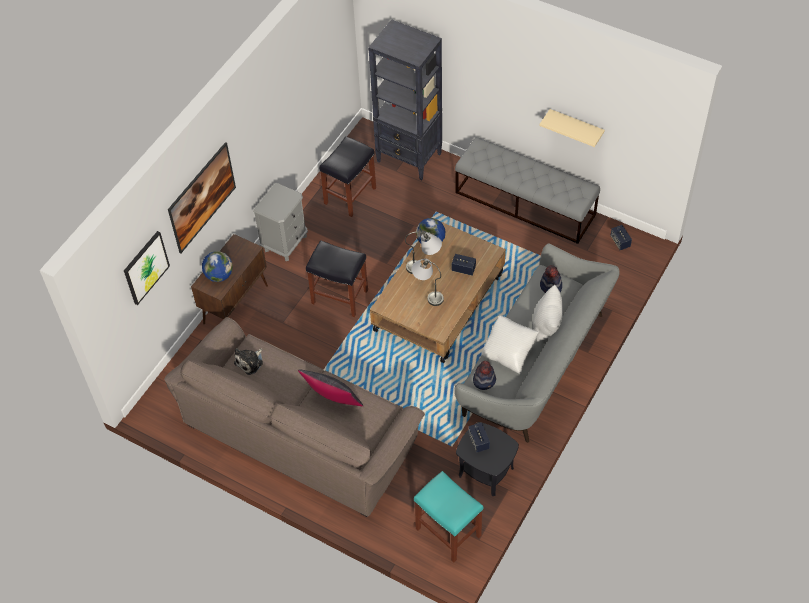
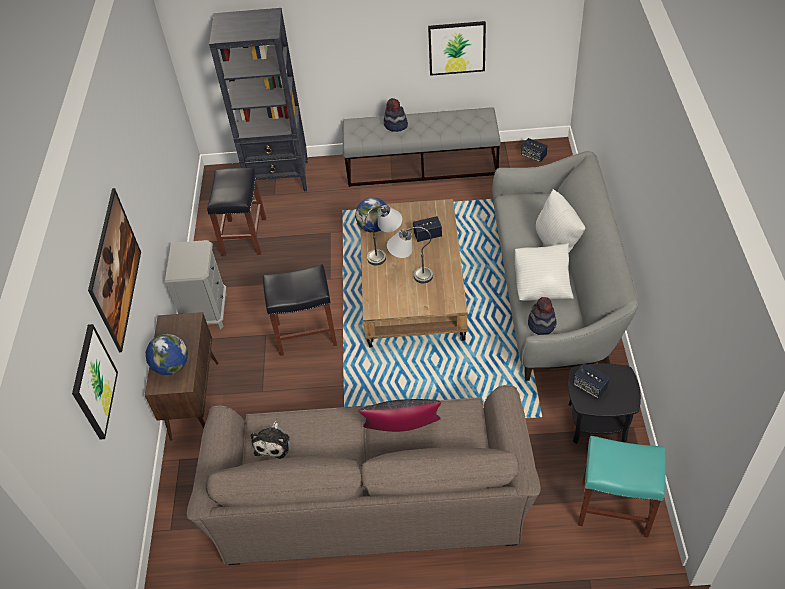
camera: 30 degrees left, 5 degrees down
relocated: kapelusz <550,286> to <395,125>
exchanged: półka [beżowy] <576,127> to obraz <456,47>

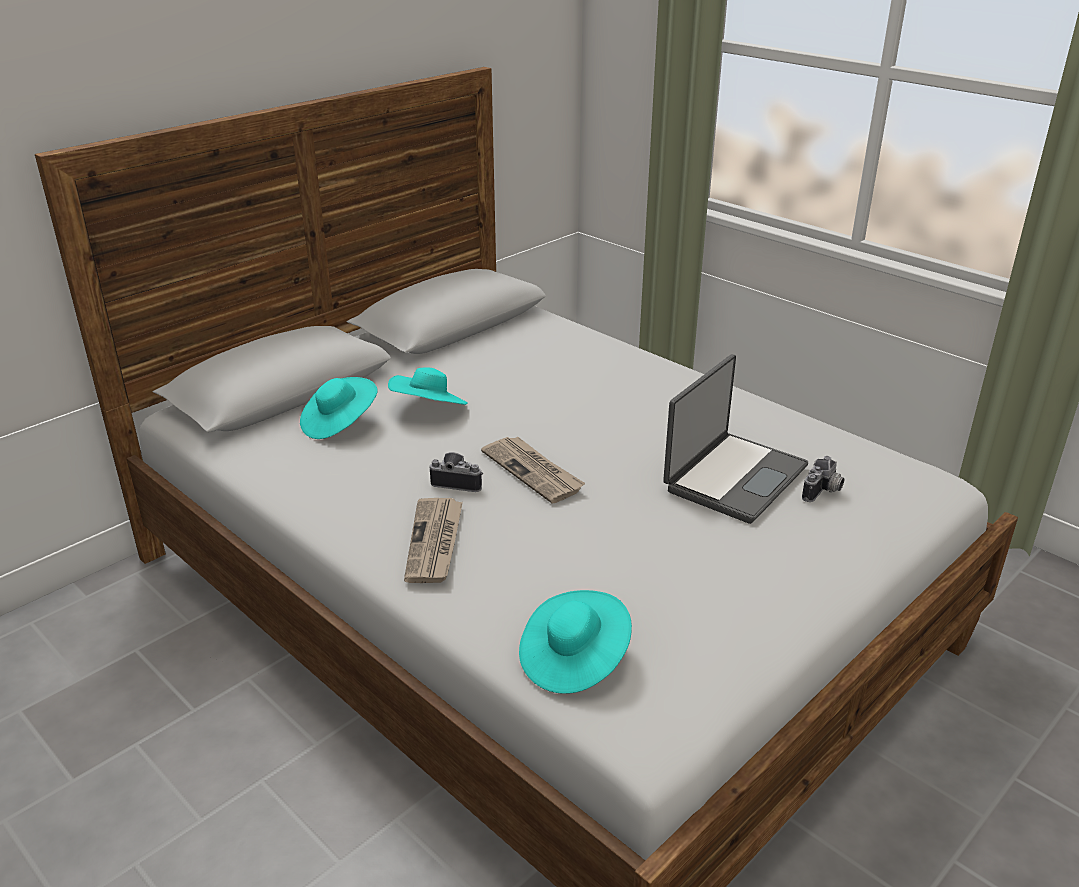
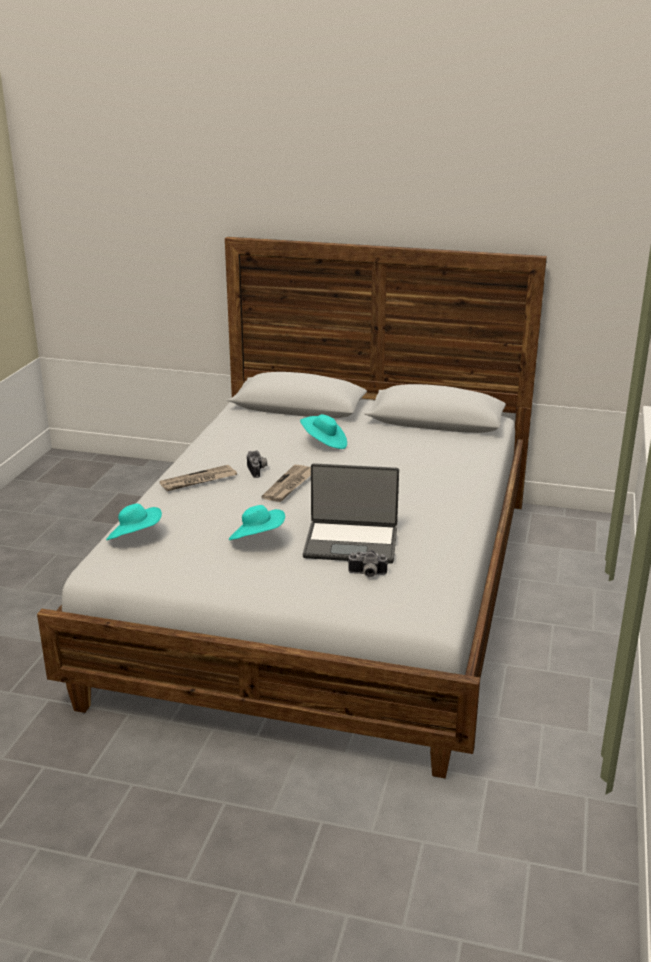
camera: 60 degrees right, 5 degrees down
relocated: kapelusz [turkusowy] <339,424> to <257,539>

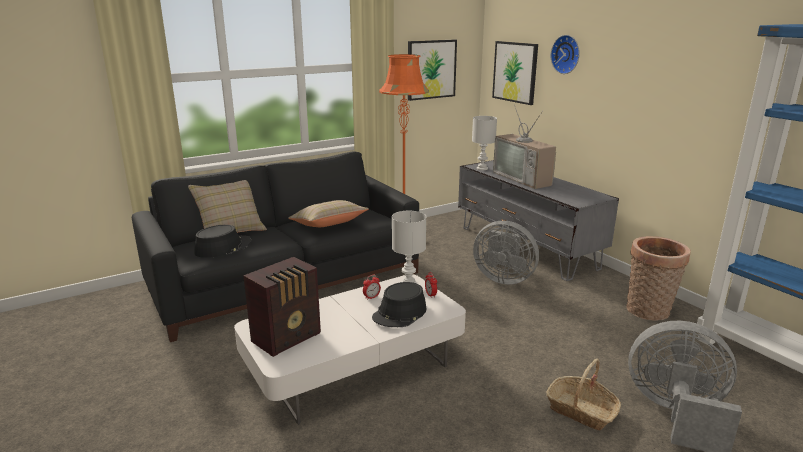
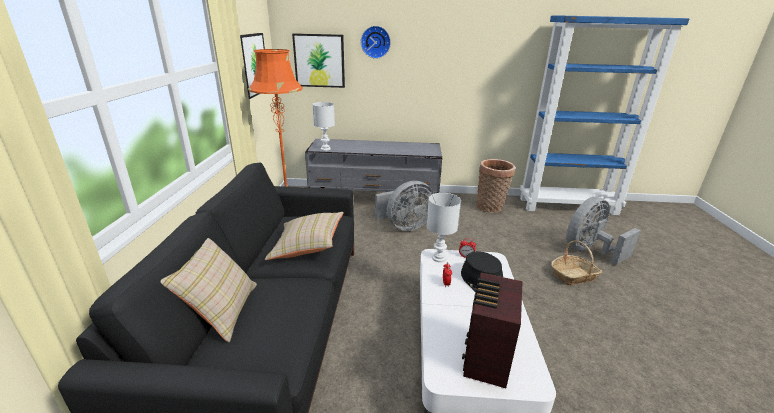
camera: 55 degrees left, 5 degrees up
missing: kapelusz [czarny] <223,247>; telewizor <525,178>
spun: radio <288,337> = <485,359> 150 degrees counterclockwise

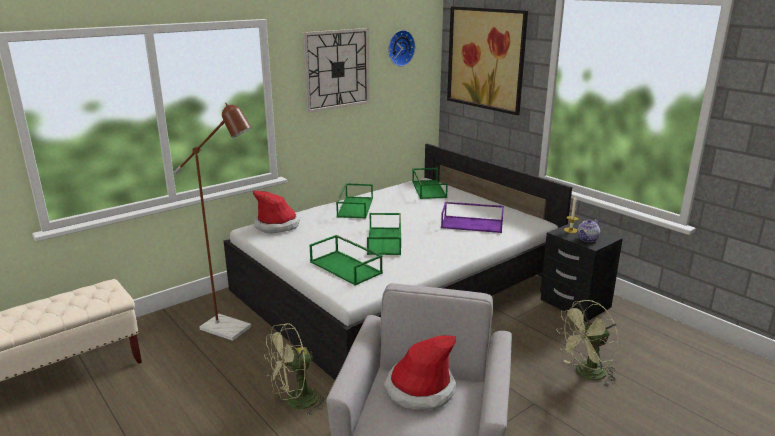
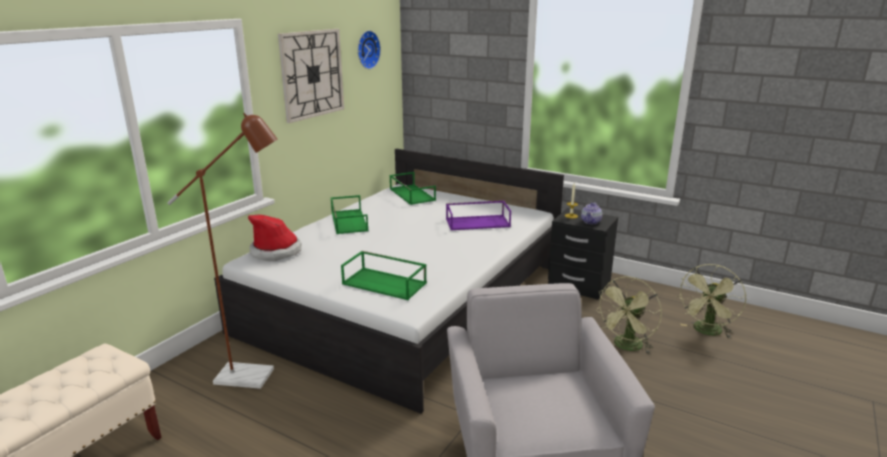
camera: 20 degrees left, 0 degrees up
missing: taca [zielony] <385,241>; kapelusz <420,389>; obraz <486,58>
relocated: wentylator [zielony] <295,402> to <706,332>

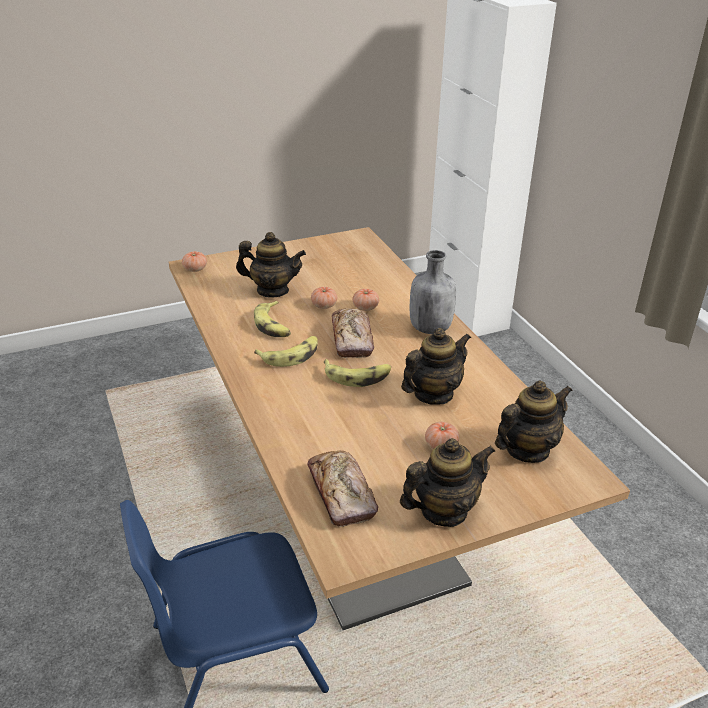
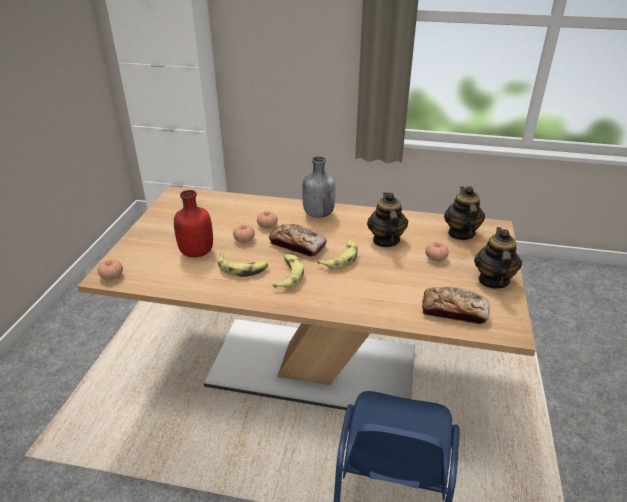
camera: 55 degrees left, 0 degrees up
exchanged: imbryk <272,290> to butelka [czerwony] <196,252>

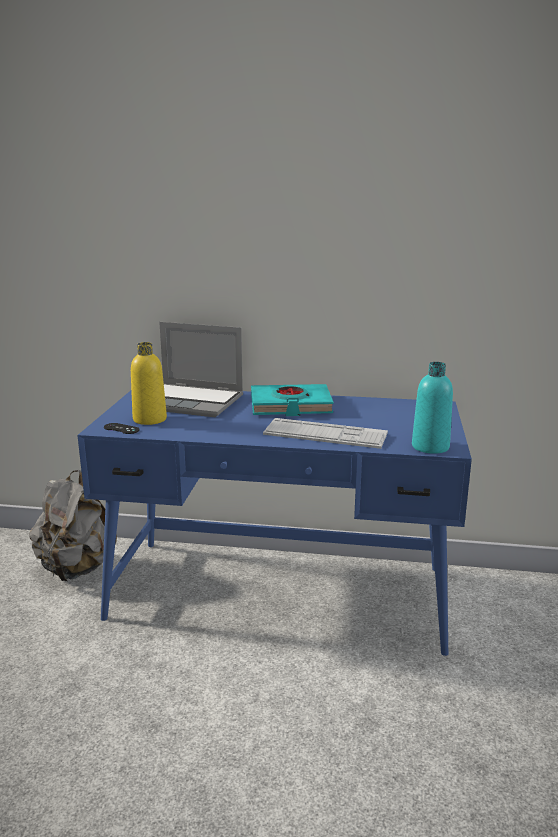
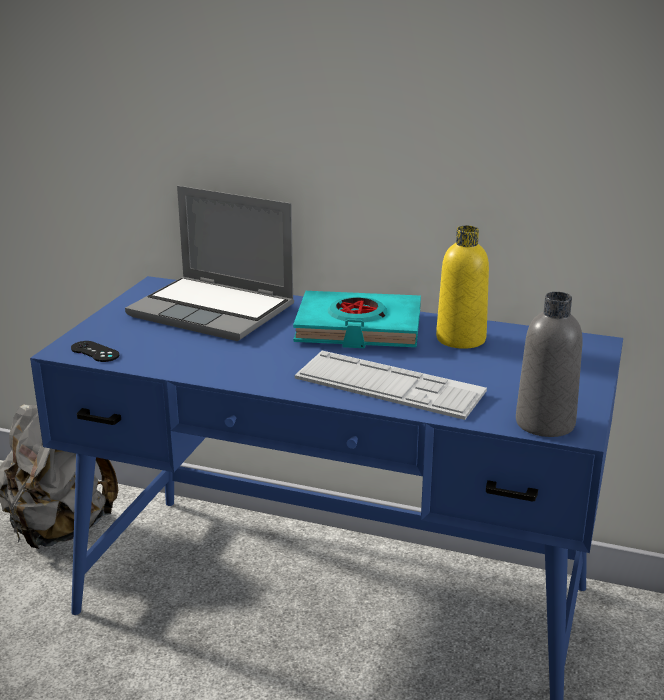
camera: 10 degrees right, 5 degrees up
relocated: butelka [żółty] <150,419> to <460,339>
colour: butelka [turkusowy] <430,447> to butelka [szary] <545,423>

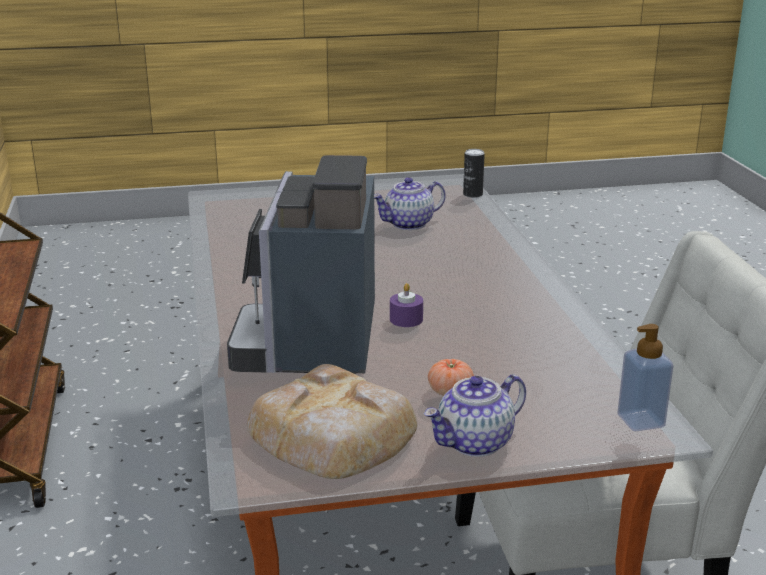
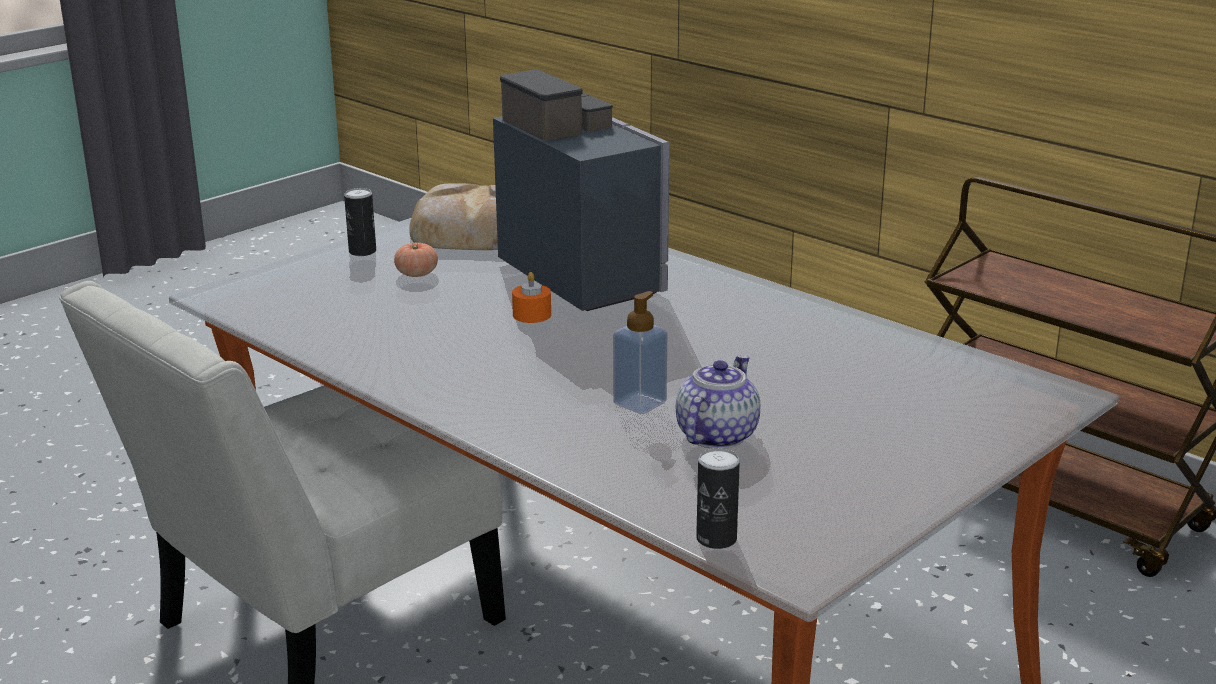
camera: 145 degrees right, 0 degrees up
relocated: dozownik mydła <640,421> to <640,403>
exchanged: imbryk <475,443> to puszka <362,251>
colour: świeca [fioletowy] <406,319> to świeca [pomarańczowy] <532,315>

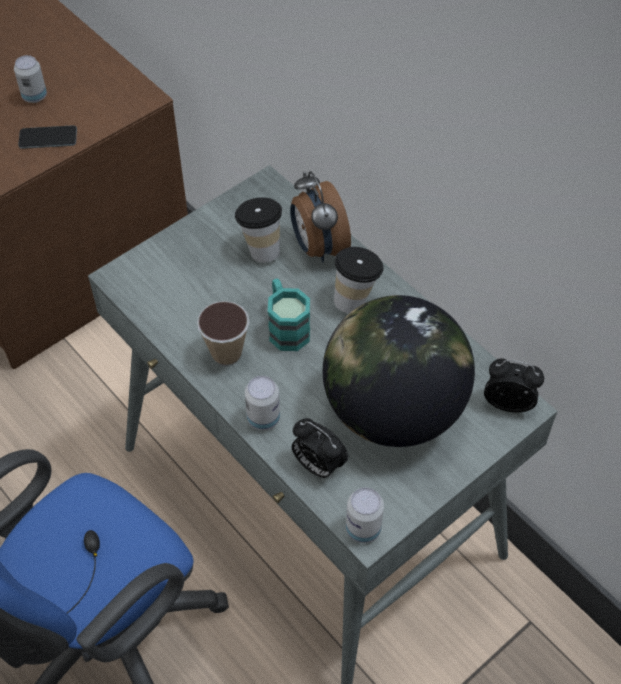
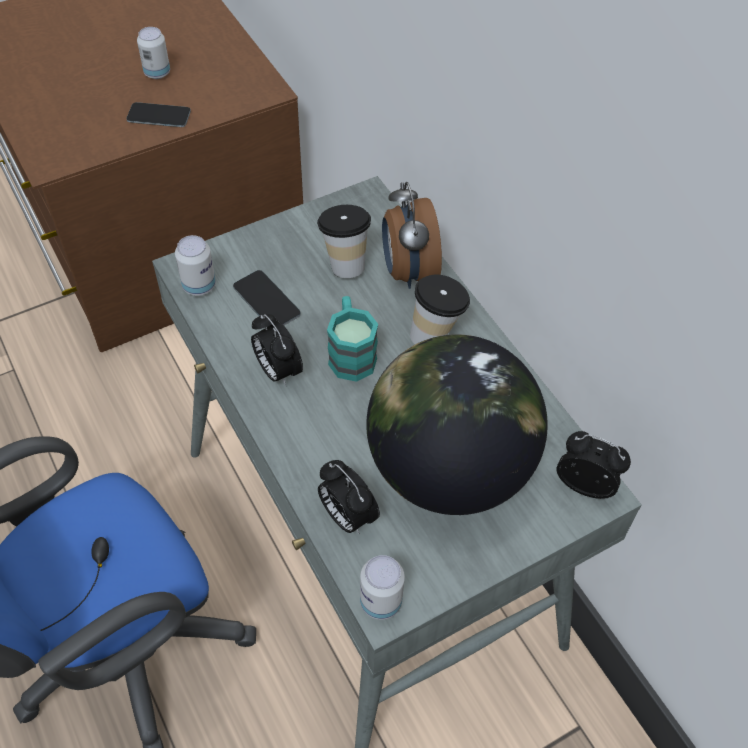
camera: 10 degrees right, 0 degrees up
appeared: telefon <266,300>
relocated: puszka <263,418> to <199,286>
exchanged: filiżanka <226,353> to budzik <277,370>

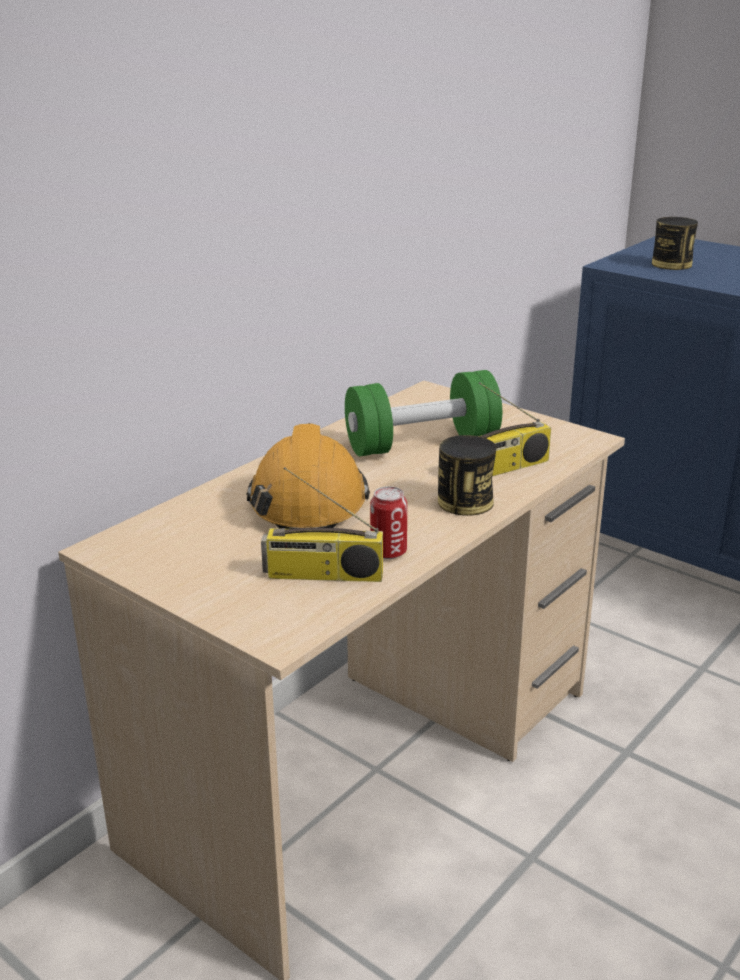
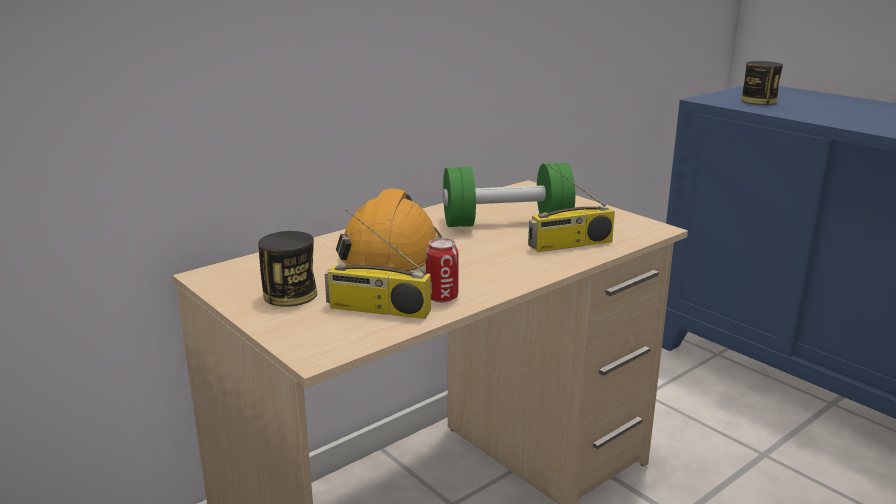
camera: 10 degrees right, 5 degrees down
relocated: puszka <465,502> to <290,294>

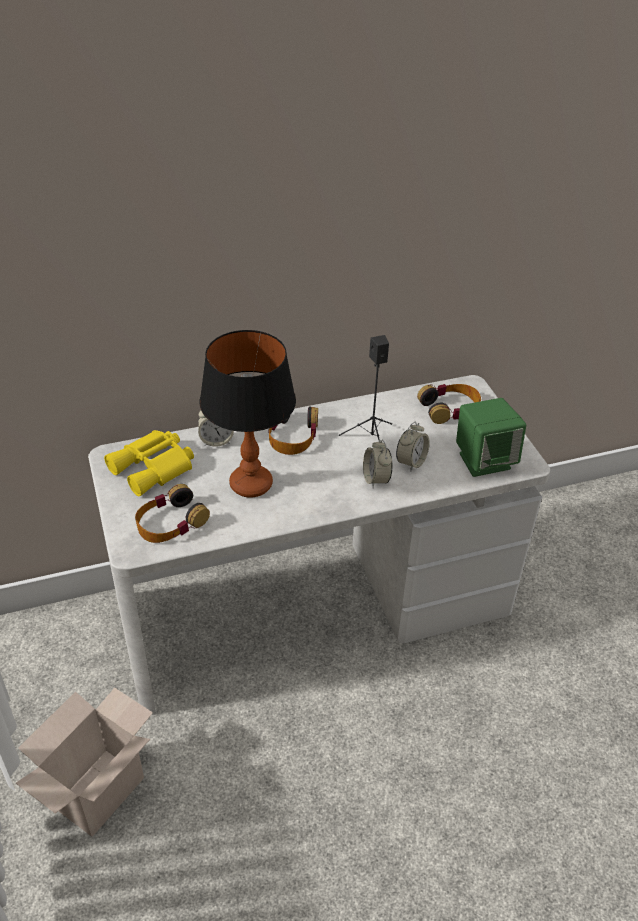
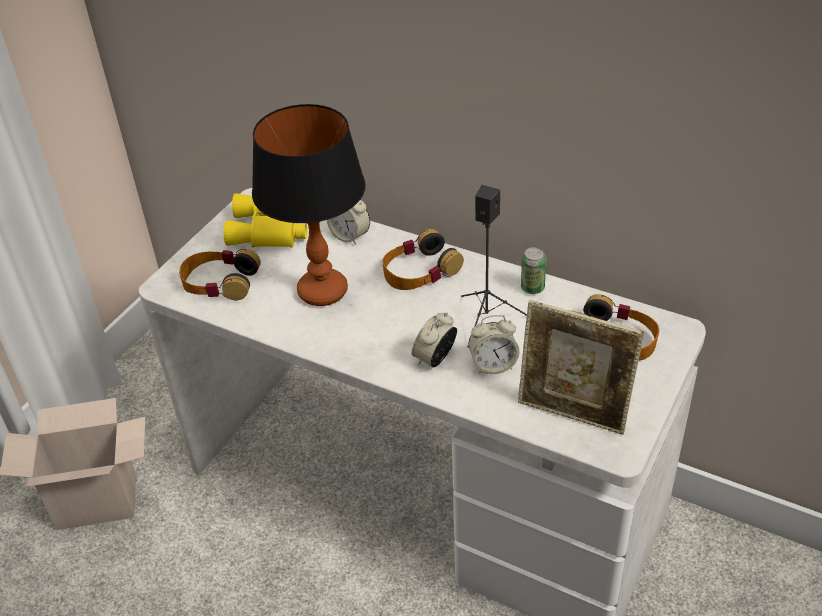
camera: 50 degrees right, 0 degrees up
appeared: puszka <532,288>
exchanged: głośnik [zielony] <484,460> to ramka na zdjęcie <573,414>

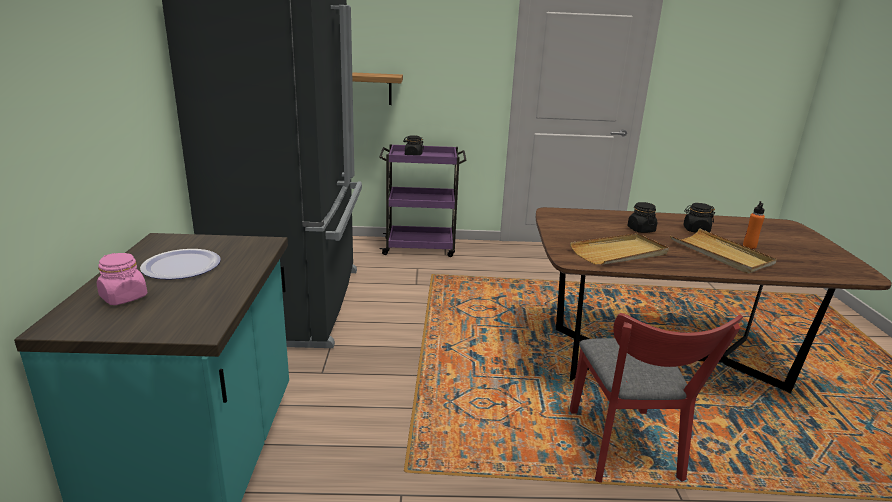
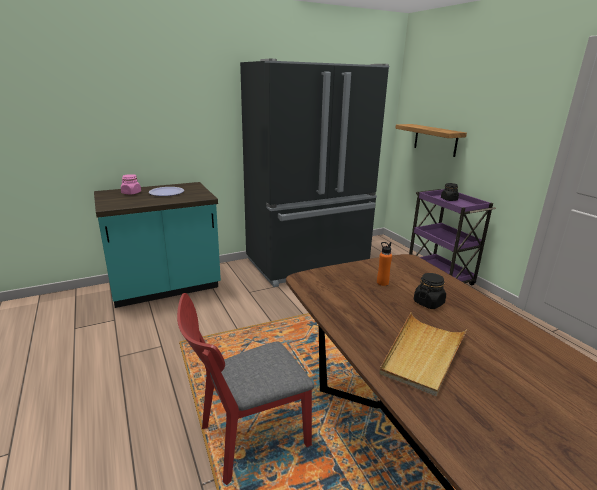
camera: 65 degrees right, 0 degrees up
missing: taca [beżowy] <619,253>; słoik [czarny] <695,230>
relocated: butelka [pomarańczowy] <749,246> to <382,283>

